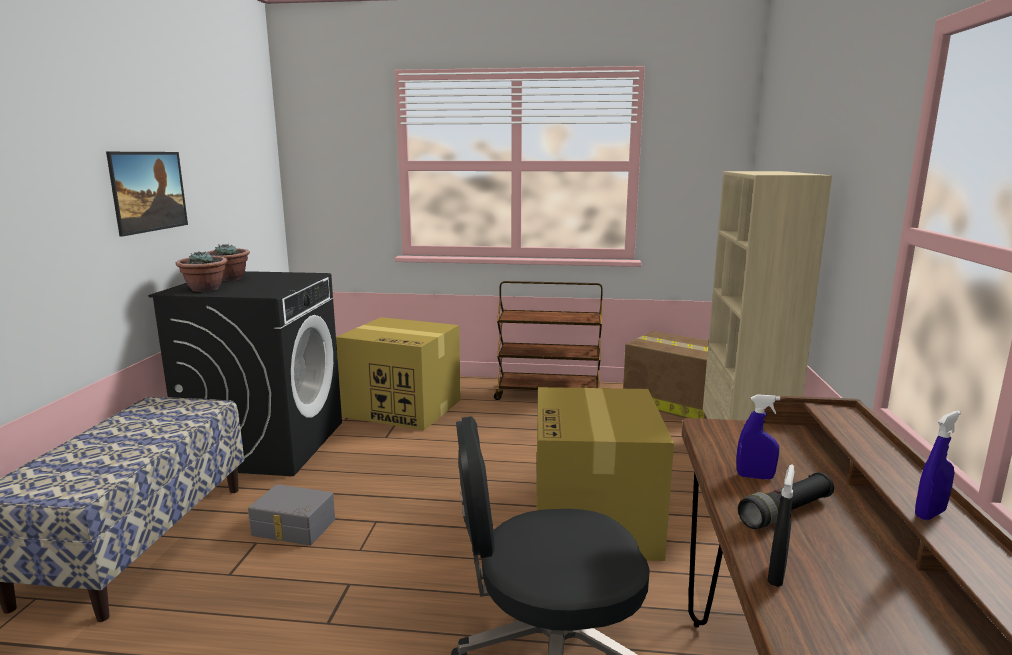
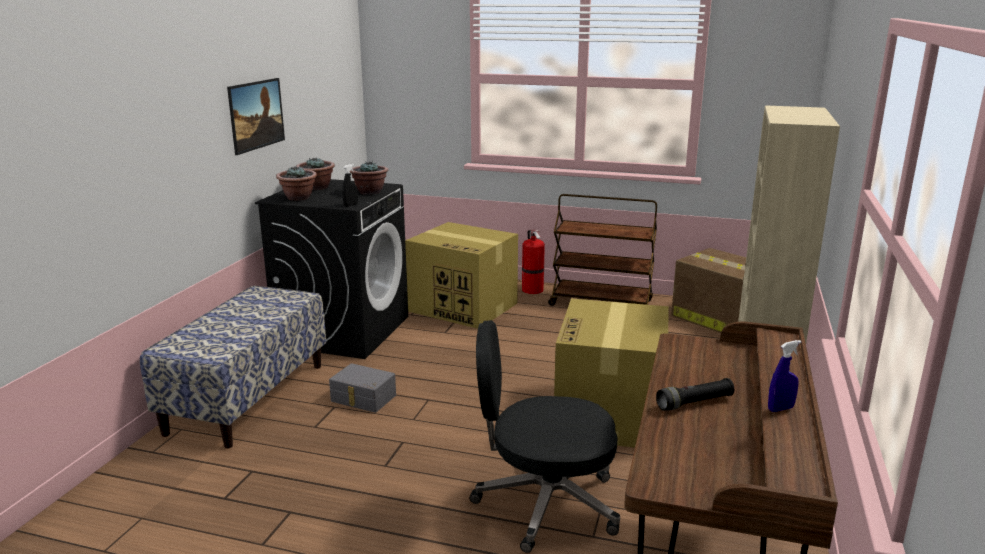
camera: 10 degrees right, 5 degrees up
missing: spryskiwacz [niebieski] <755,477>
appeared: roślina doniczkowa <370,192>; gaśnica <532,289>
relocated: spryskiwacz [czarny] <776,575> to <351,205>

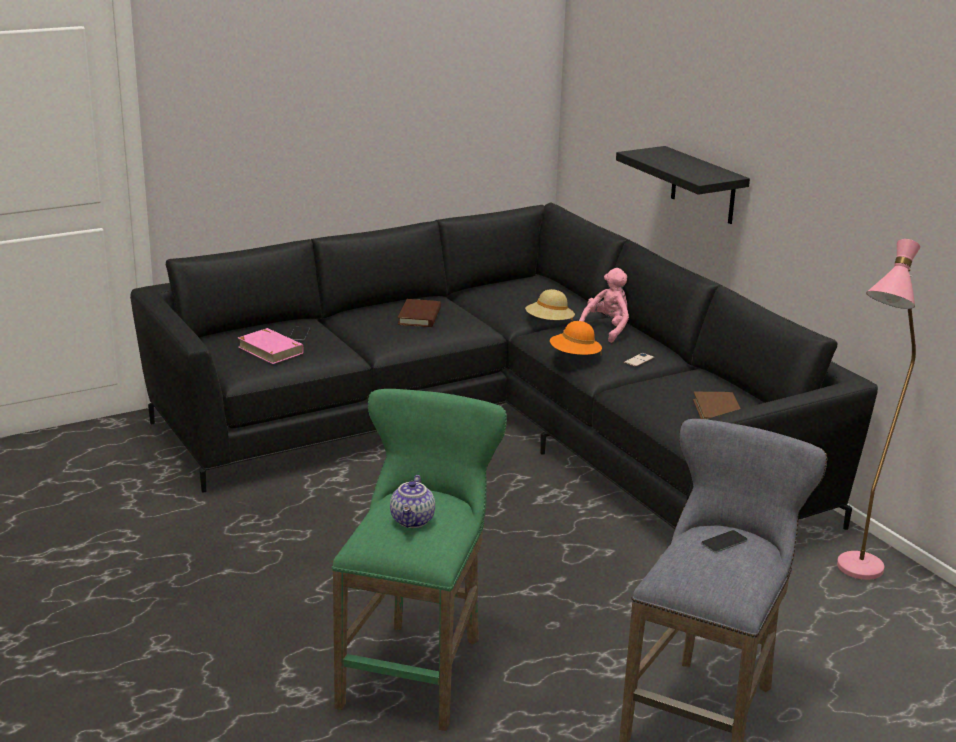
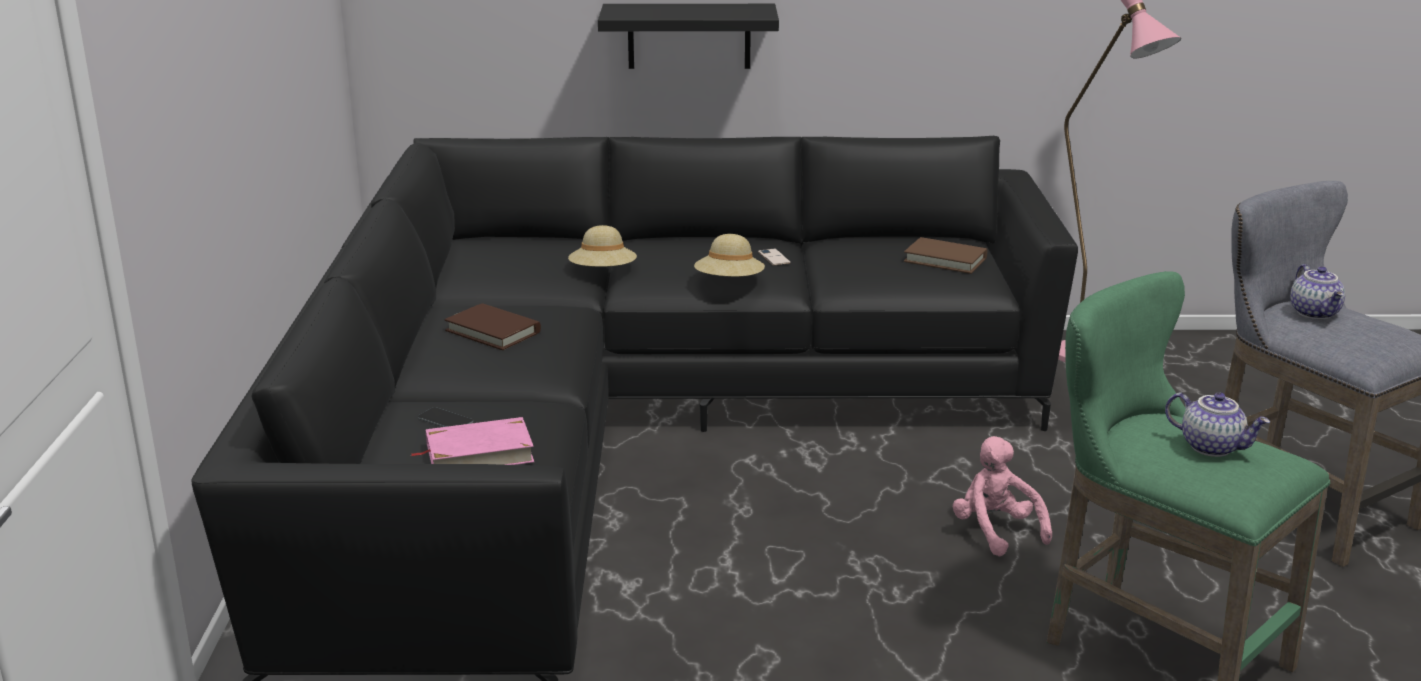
camera: 60 degrees left, 0 degrees up
relocated: pluszak [różowy] <606,329> to <995,531>
exchanged: telefon <724,542> to imbryk <1315,313>
colour: kapelusz [pomarańczowy] <574,356> to kapelusz [beżowy] <729,283>

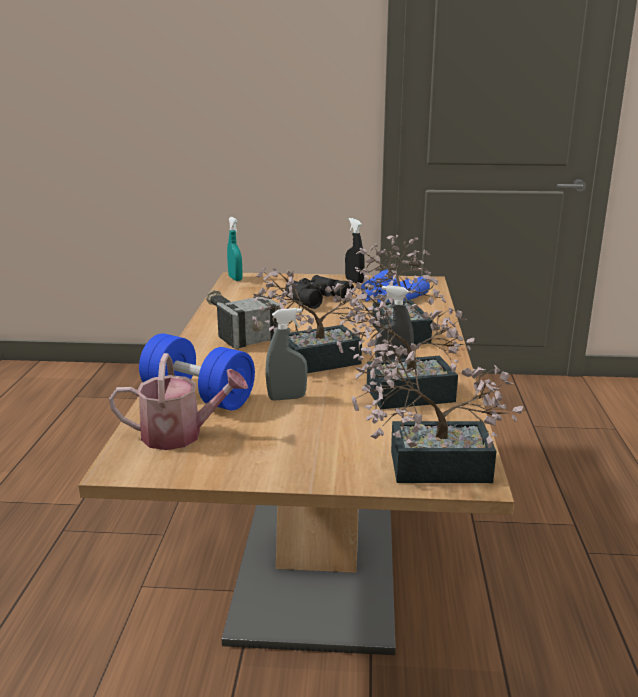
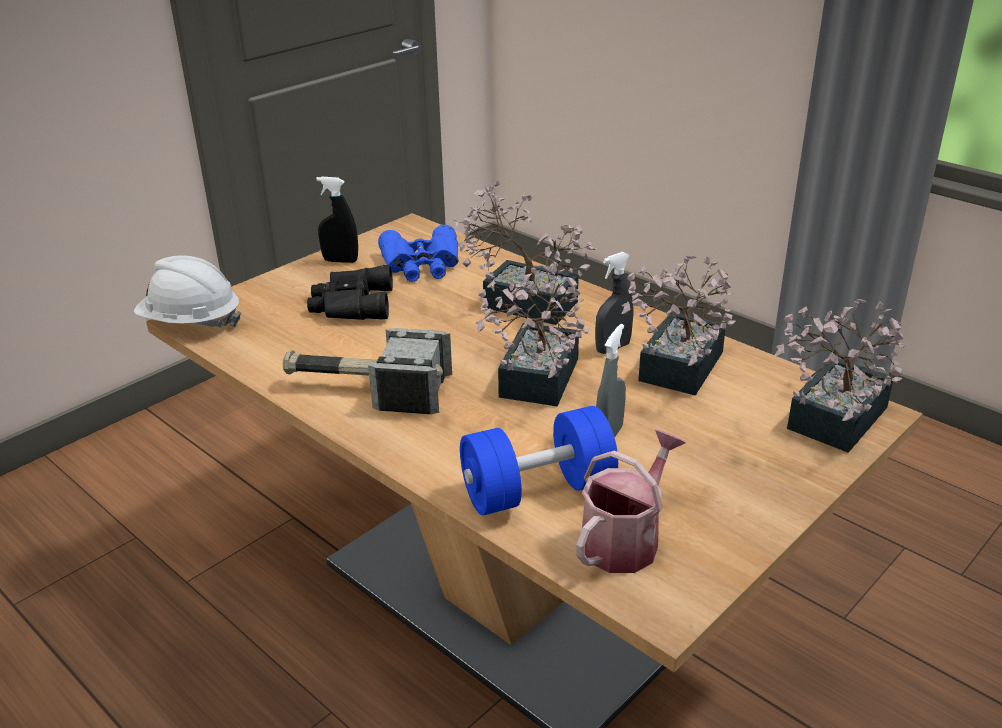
camera: 50 degrees left, 10 degrees up
exchanged: spryskiwacz [turkusowy] <235,278> to kask [biały] <191,323>

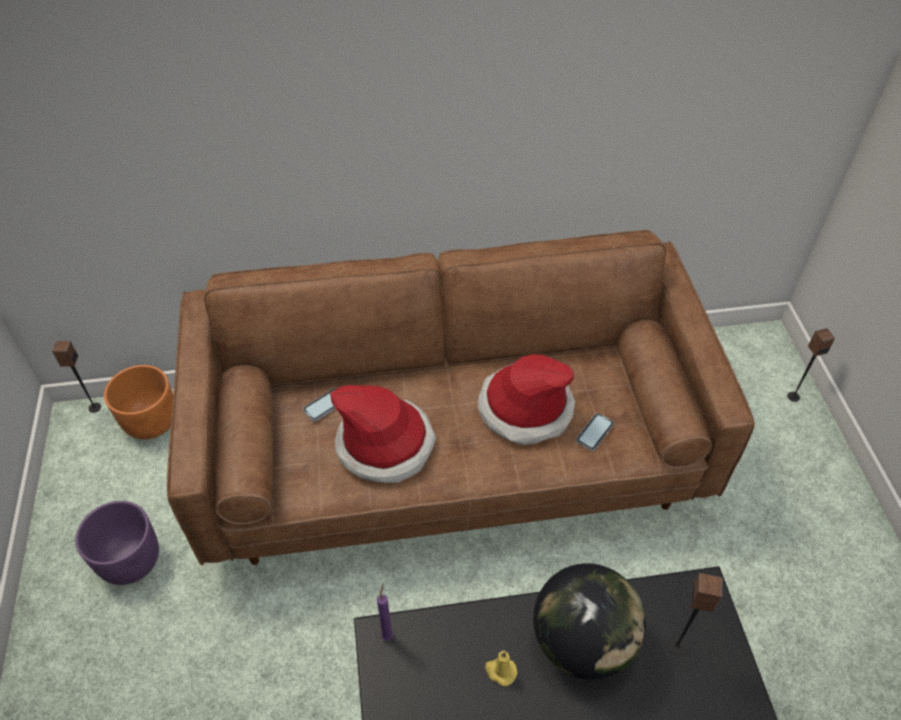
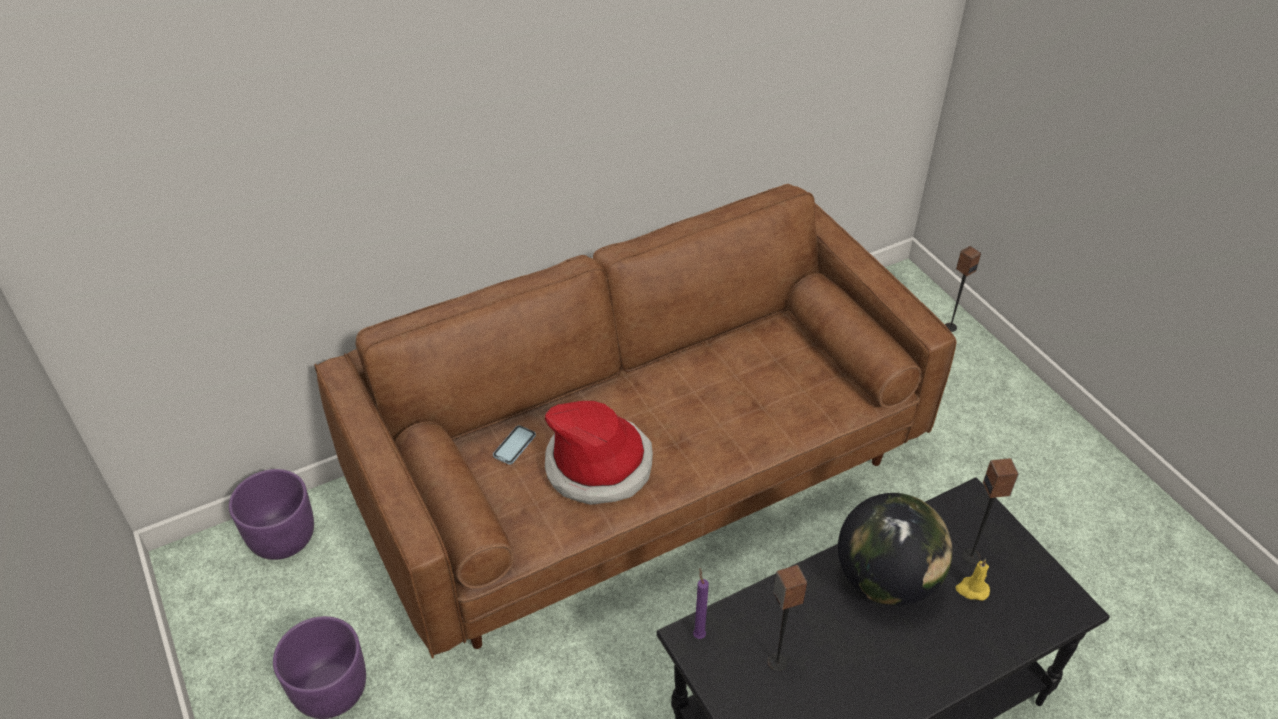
camera: 20 degrees left, 5 degrees down
missing: kapelusz <525,408>; telefon <594,432>
relocated: głośnik <94,407> to <776,662>; świeca [żółty] <500,671> to <972,589>
colour: donica [pomarańczowy] <151,420> to donica [fioletowy] <283,536>

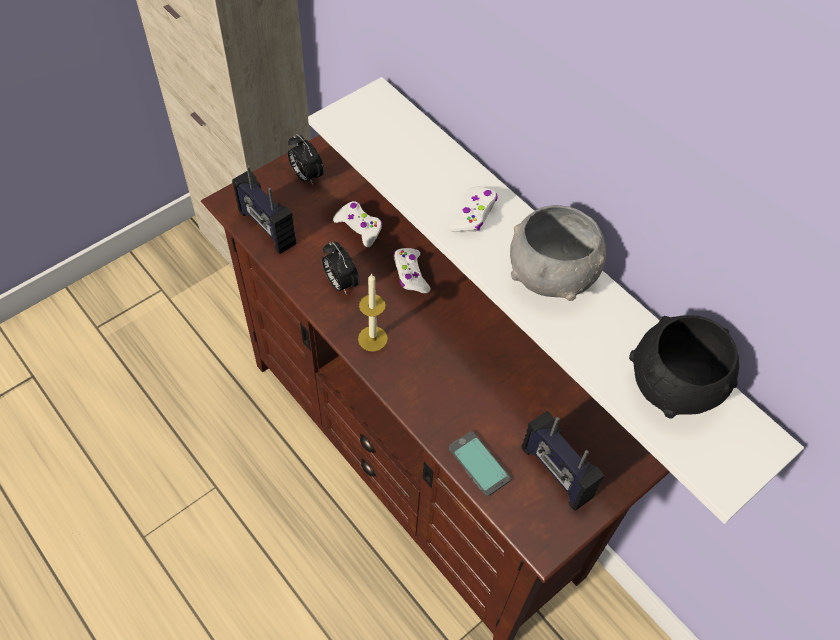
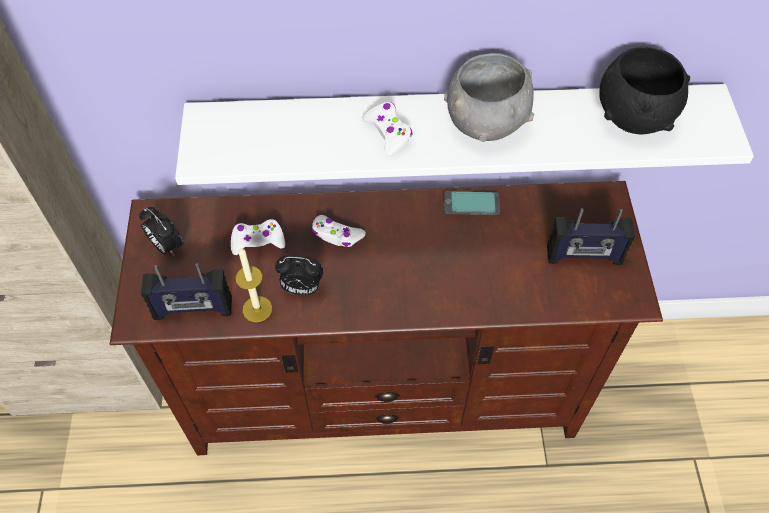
camera: 50 degrees left, 0 degrees up
relocated: świeca <372,338> to <257,309>; telefon <478,464> to <471,204>
spun: budzik <306,176> = <166,246> 45 degrees clockwise

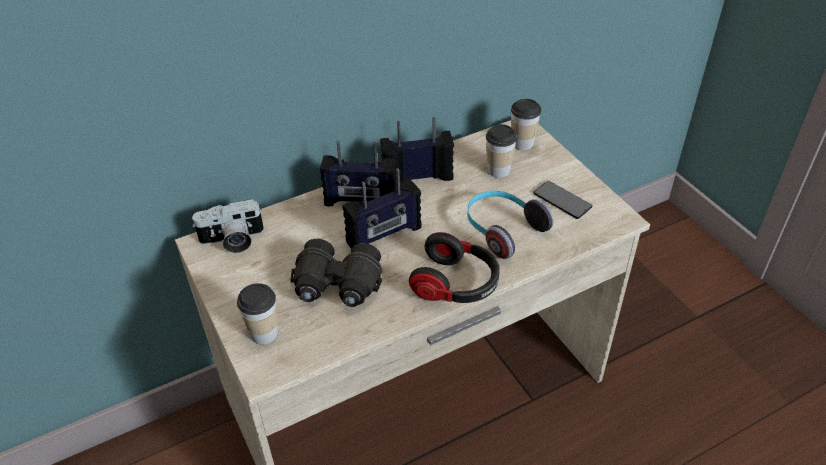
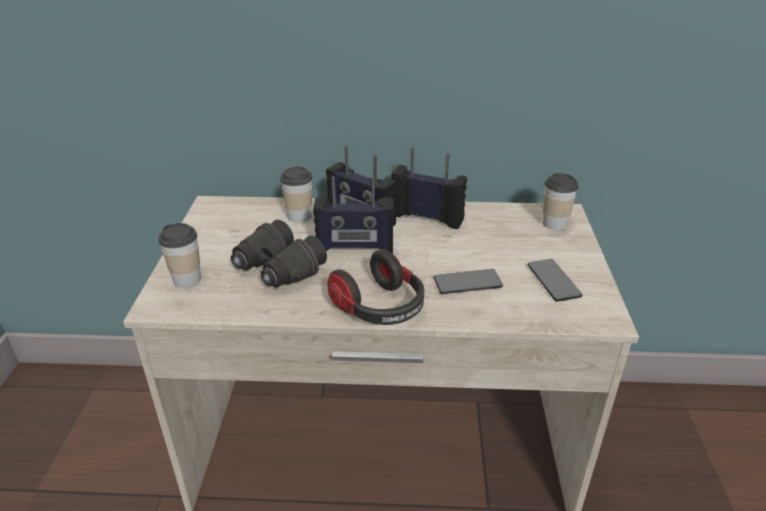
camera: 30 degrees right, 10 degrees down
missing: aparat fotograficzny <232,241>
relocated: filiżanka <498,170> to <299,216>
exchanged: słuchawki <502,230> to telefon <467,283>

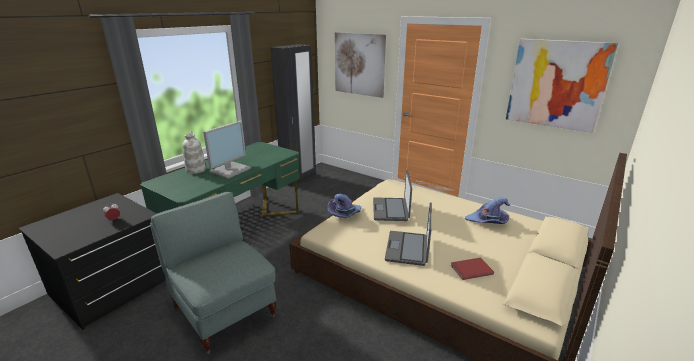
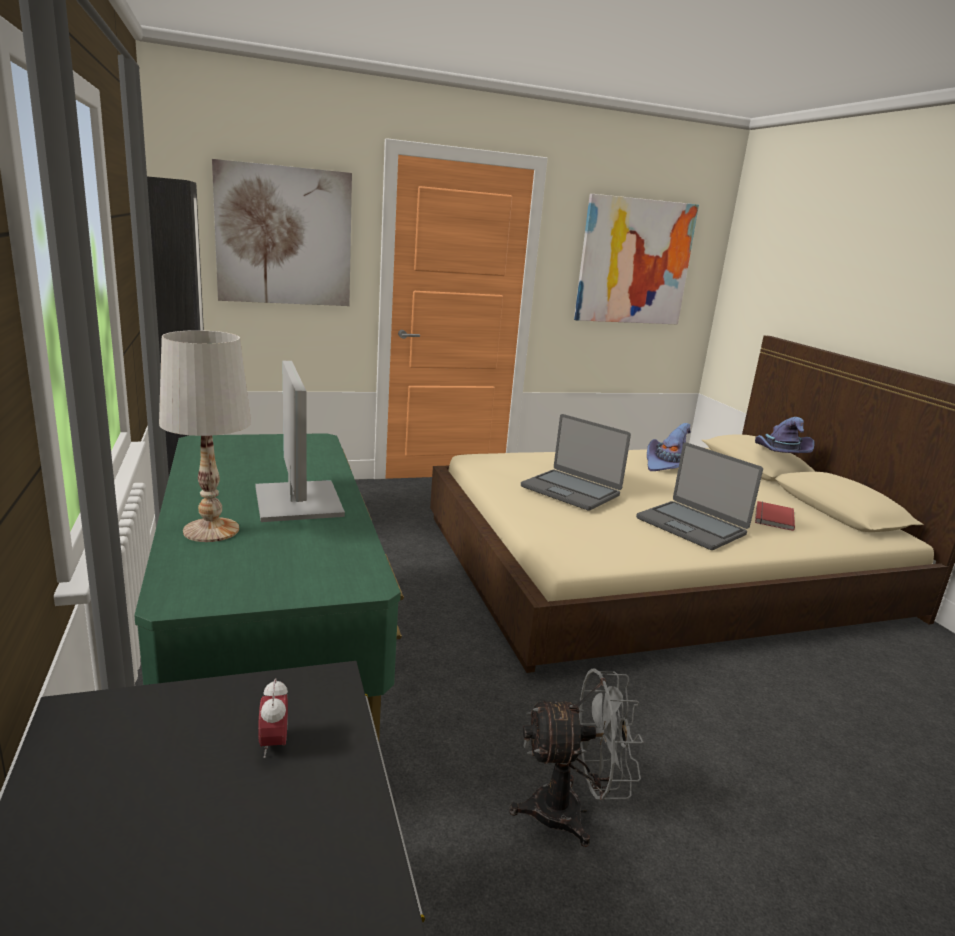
camera: 55 degrees left, 5 degrees down
relocated: kapelusz [fioletowy] <345,214> to <779,454>
exchanged: wazon [biały] <196,170> to lampa stołowa [biały] <210,530>; fotel [szary] <224,311> to wentylator [szary] <570,812>

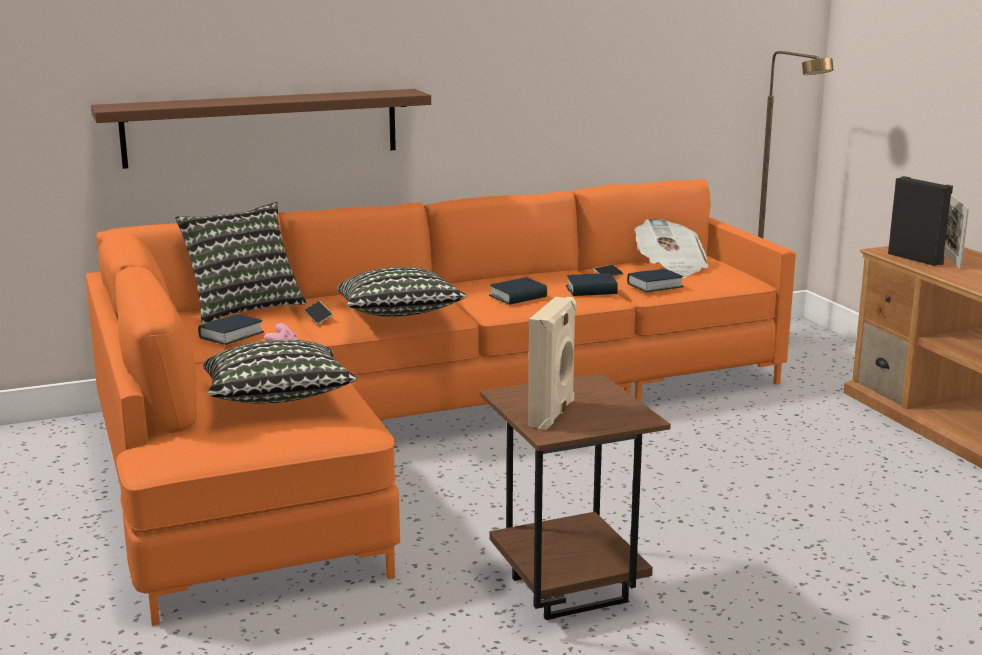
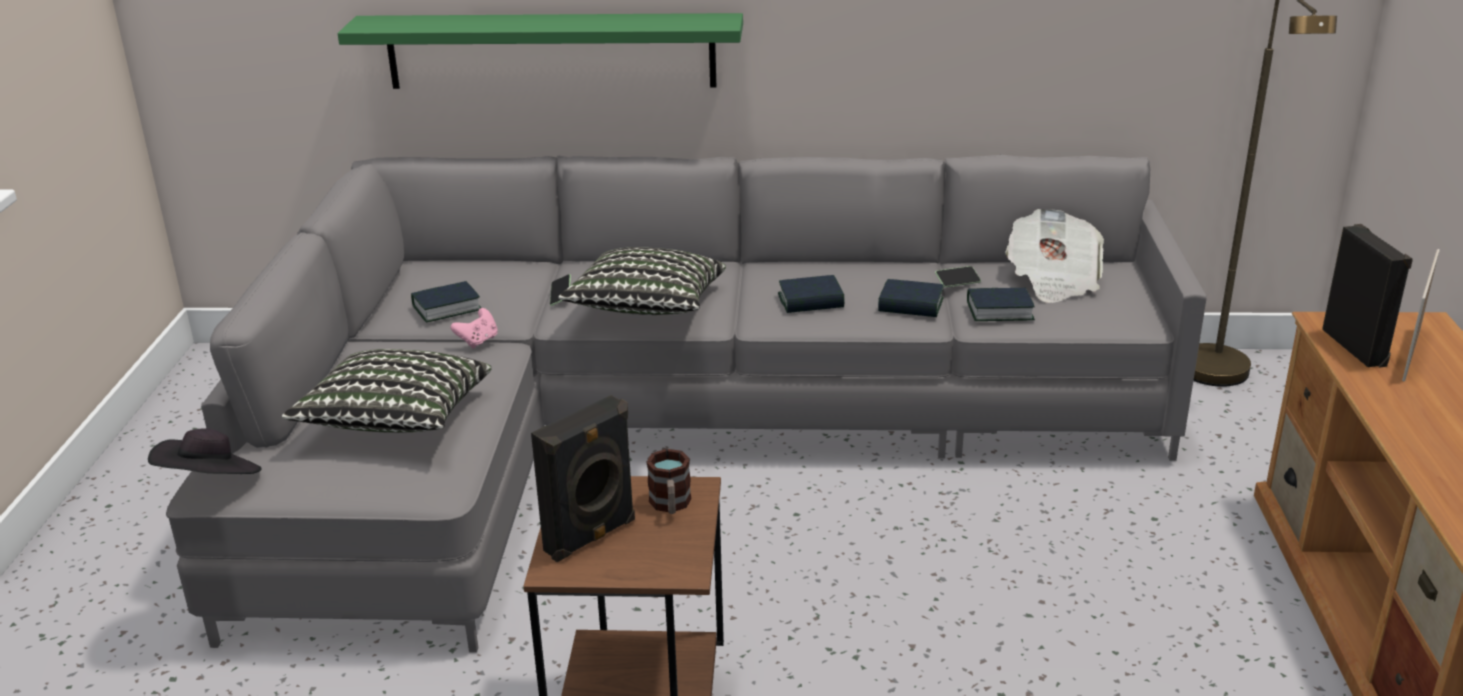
camera: 25 degrees right, 10 degrees up
missing: poduszka <243,307>
appeared: kapelusz [czarny] <211,482>; kubek <670,505>
colour: kanapa [pomarańczowy] <410,429> to kanapa [szary] <664,436>; półka [brązowy] <262,127> to półka [zielony] <551,51>; głośnik [beżowy] <553,414> to głośnik [czarny] <592,537>

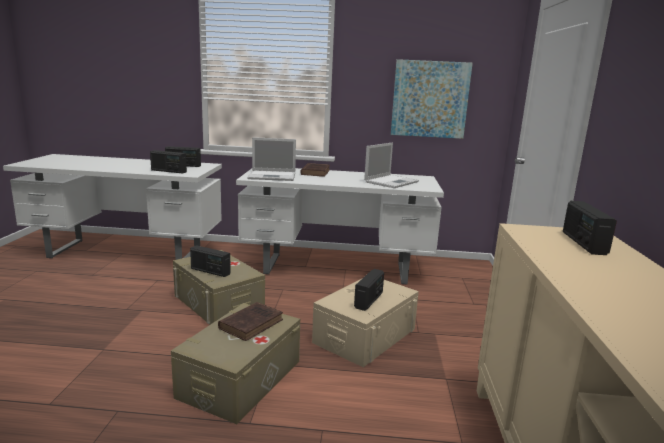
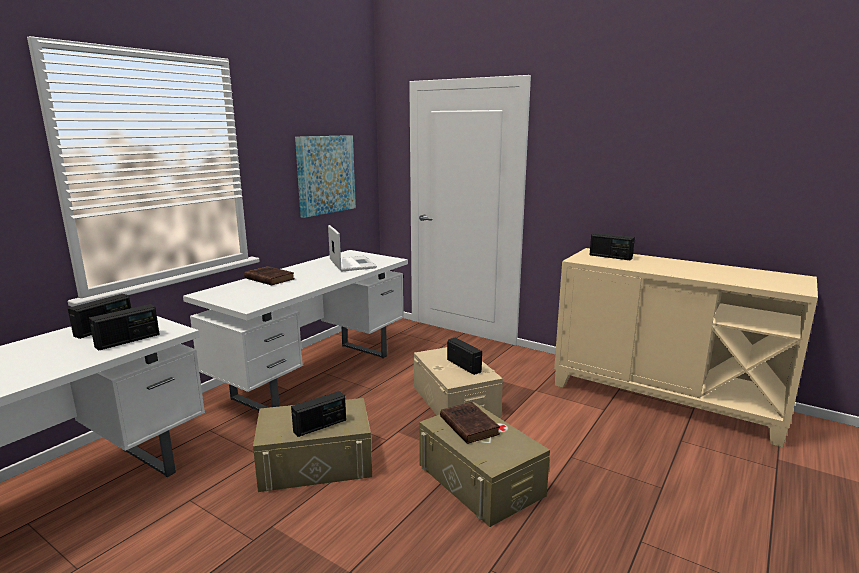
camera: 60 degrees left, 0 degrees up
missing: laptop <273,176>

